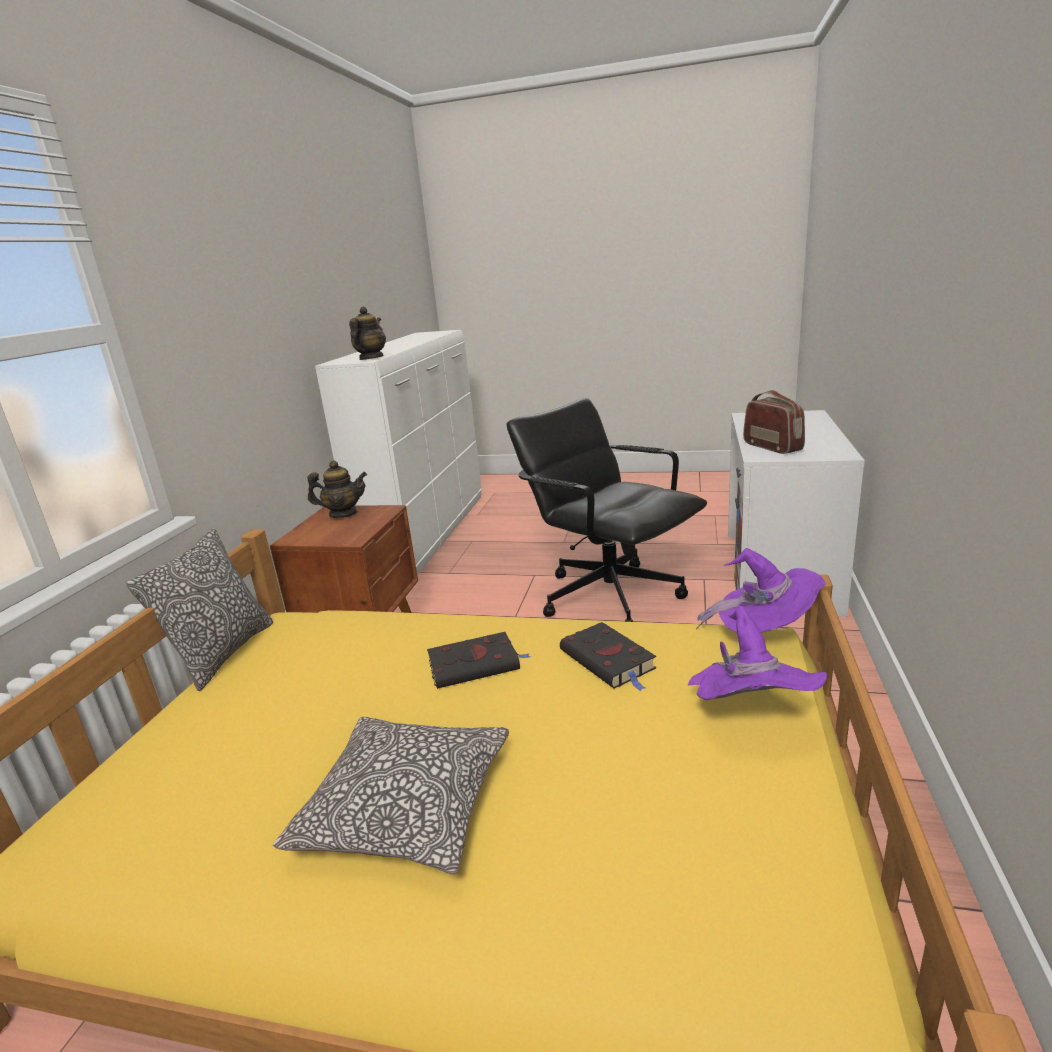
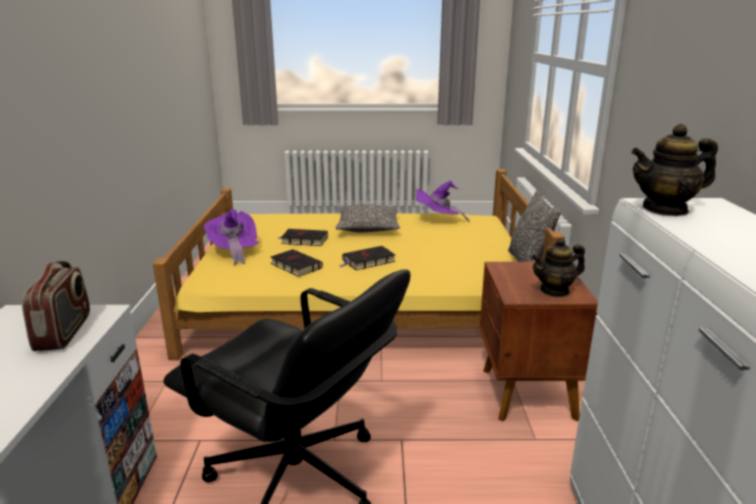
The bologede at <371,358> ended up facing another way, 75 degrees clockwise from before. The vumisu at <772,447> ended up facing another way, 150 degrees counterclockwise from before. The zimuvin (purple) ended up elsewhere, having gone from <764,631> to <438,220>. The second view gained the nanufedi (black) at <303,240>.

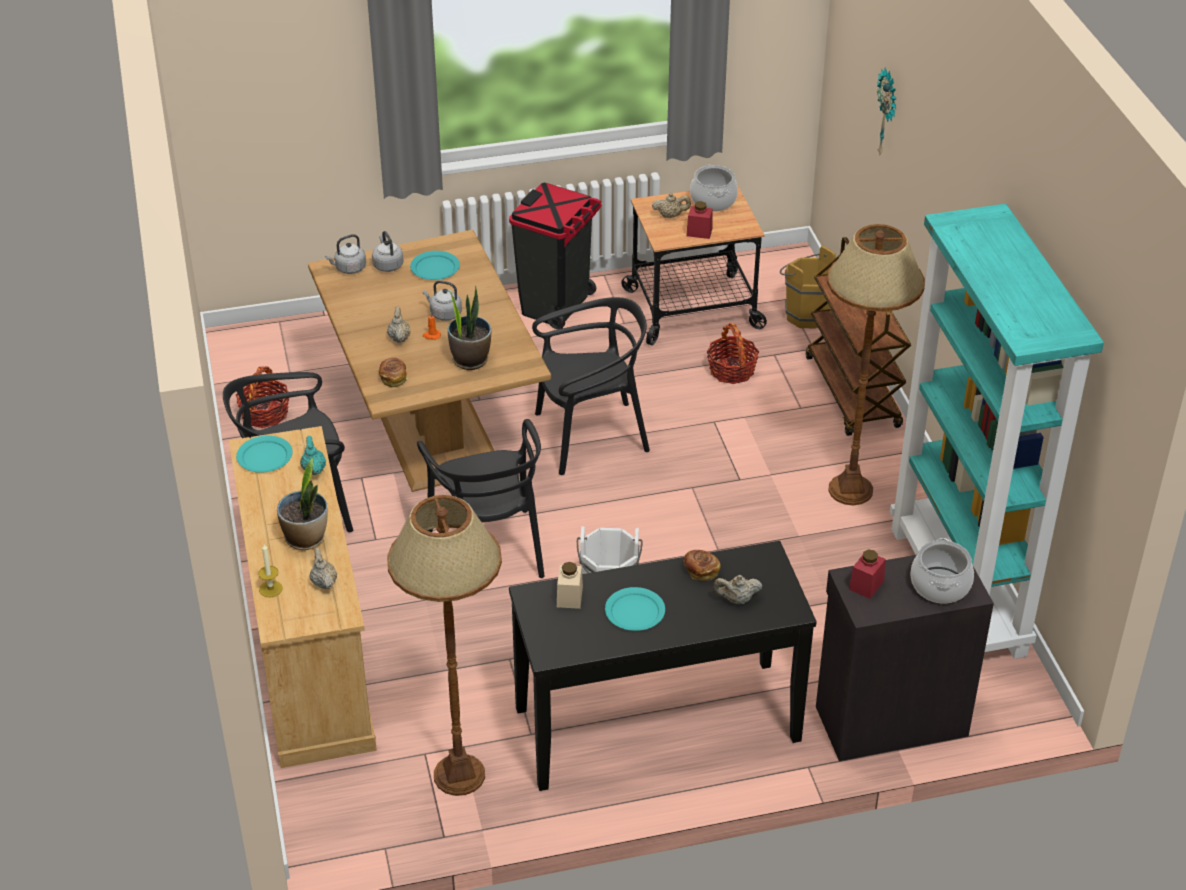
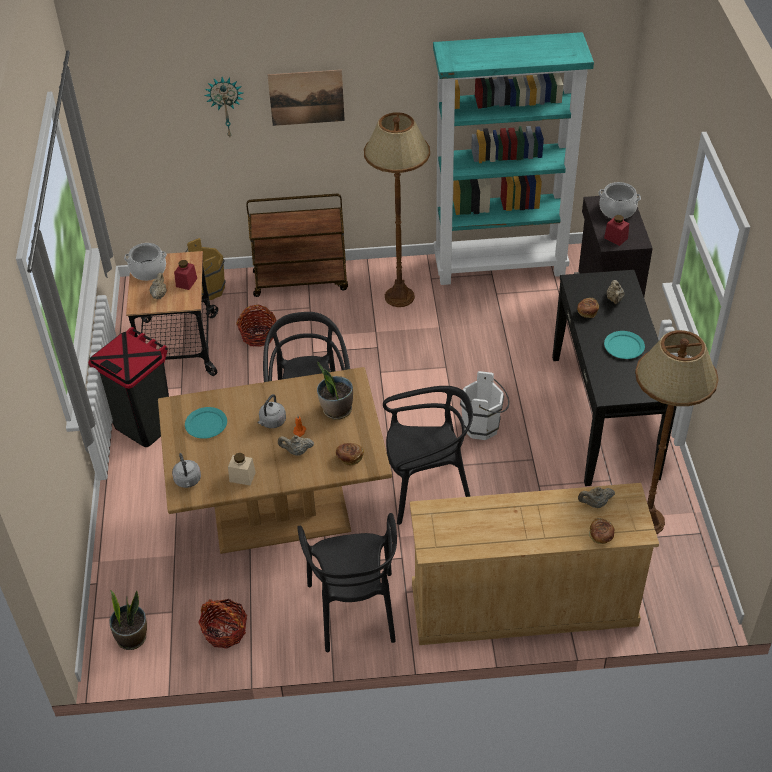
The second view lost the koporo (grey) at <387,265>. The second view lost the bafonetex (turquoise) at <264,457>. The second view lost the bologede (turquoise) at <313,469>. The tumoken ended up elsewhere, having gone from <306,538> to <132,637>. Where the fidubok stood at <270,589>, the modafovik came to stand at <601,536>. The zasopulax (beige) ended up elsewhere, having gone from <569,597> to <242,477>. The second view gained the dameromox at <306,97>.

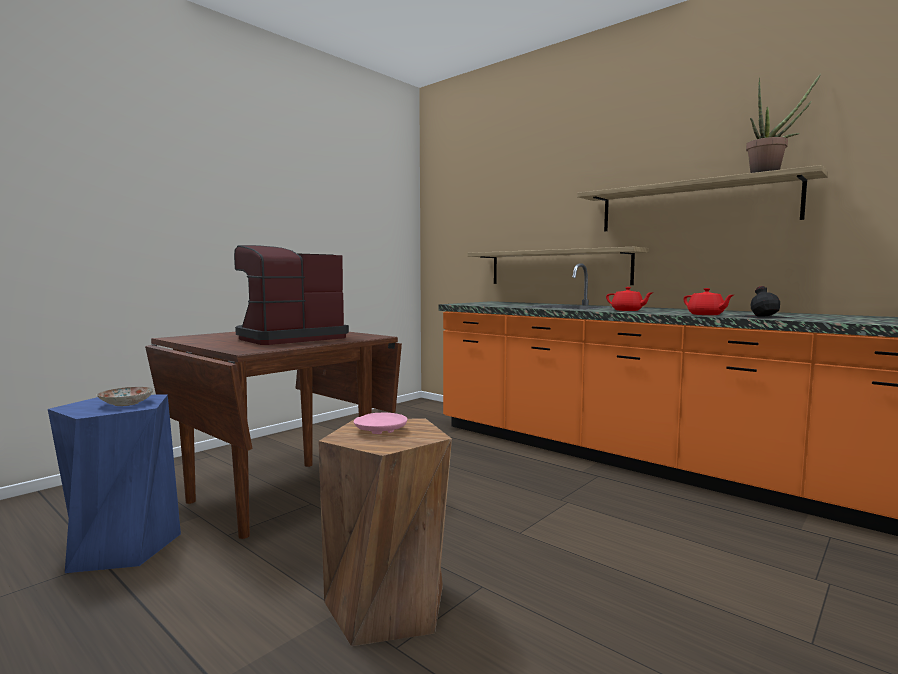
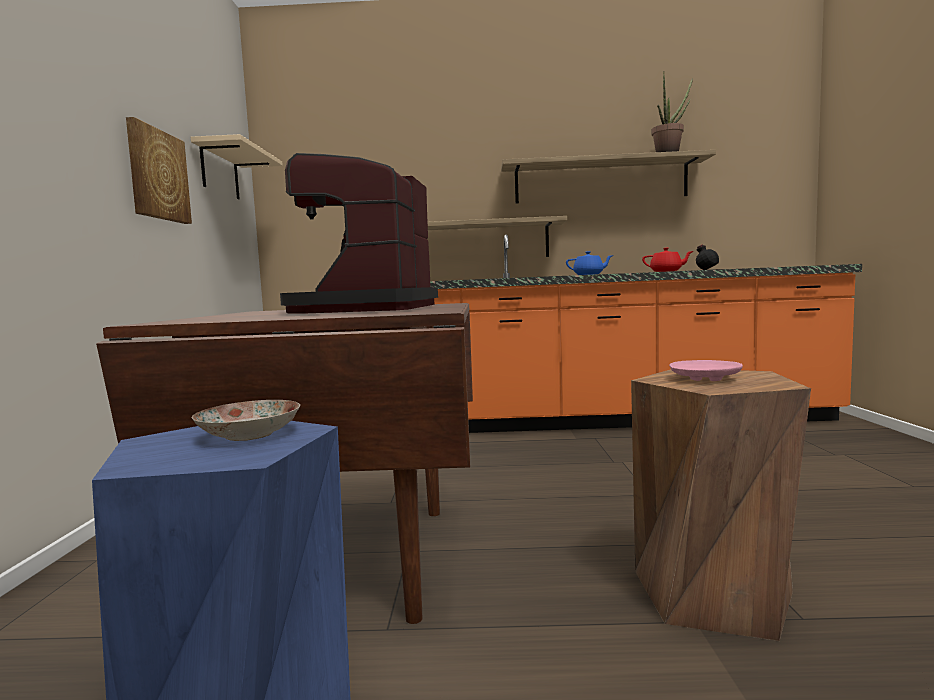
What was the bologede (red) at <627,310> turned into the bologede (blue) at <589,274>. The second view gained the dameromox at <157,175>. The second view gained the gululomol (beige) at <220,172>.

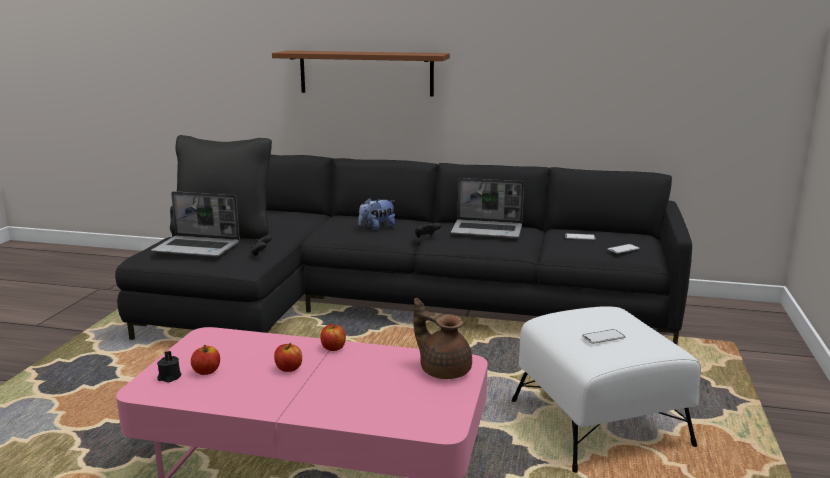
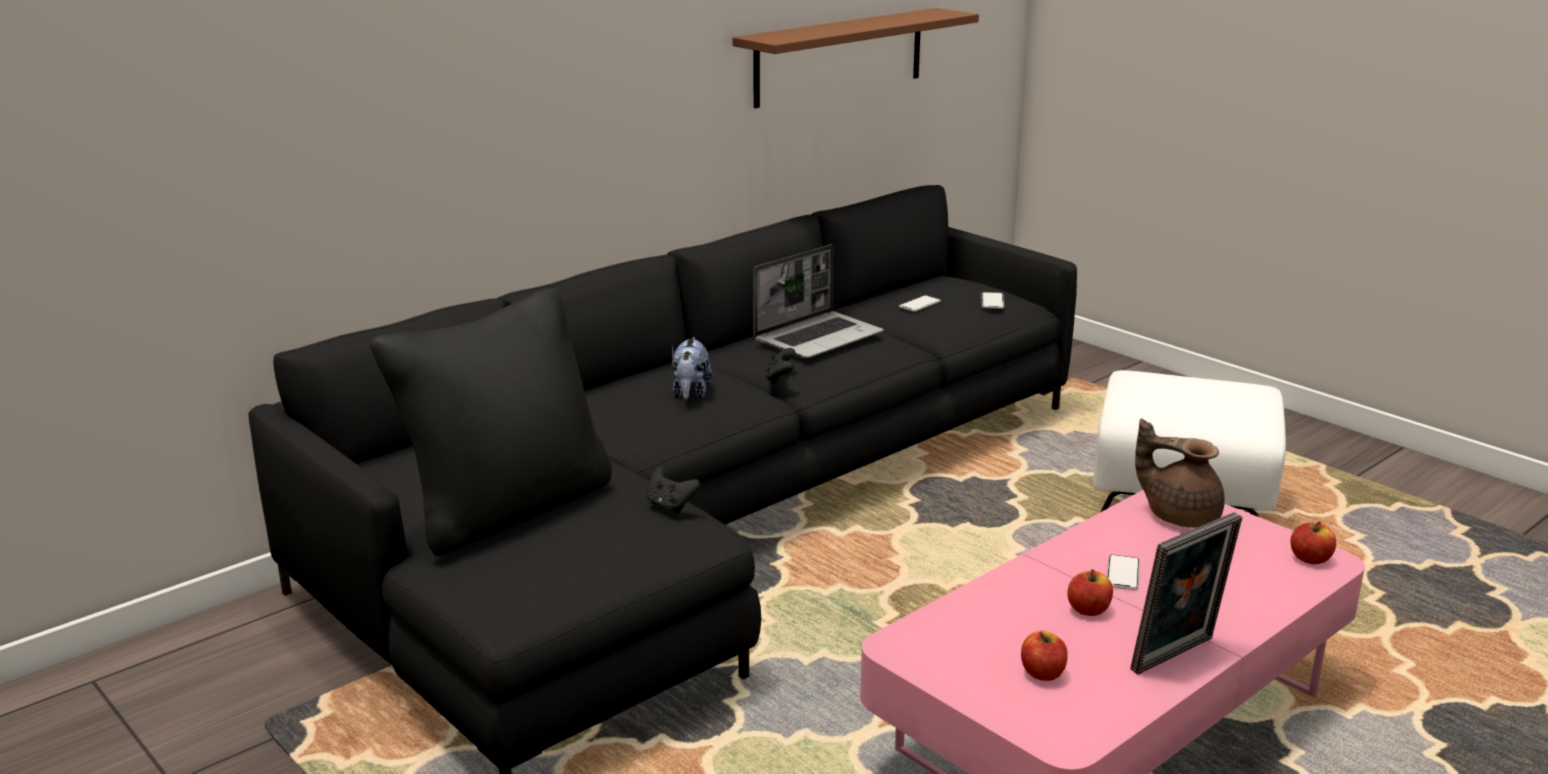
The gululomol (brown) ended up elsewhere, having gone from <366,73> to <840,57>. The second view lost the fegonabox at <198,248>. The bologede (brown) at <443,370> ended up facing another way, 45 degrees clockwise from before. The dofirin ended up elsewhere, having gone from <333,348> to <1310,559>. The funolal ended up elsewhere, having gone from <603,337> to <1123,573>. The second view lost the fidubok (black) at <169,377>. The second view gained the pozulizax at <1177,657>.

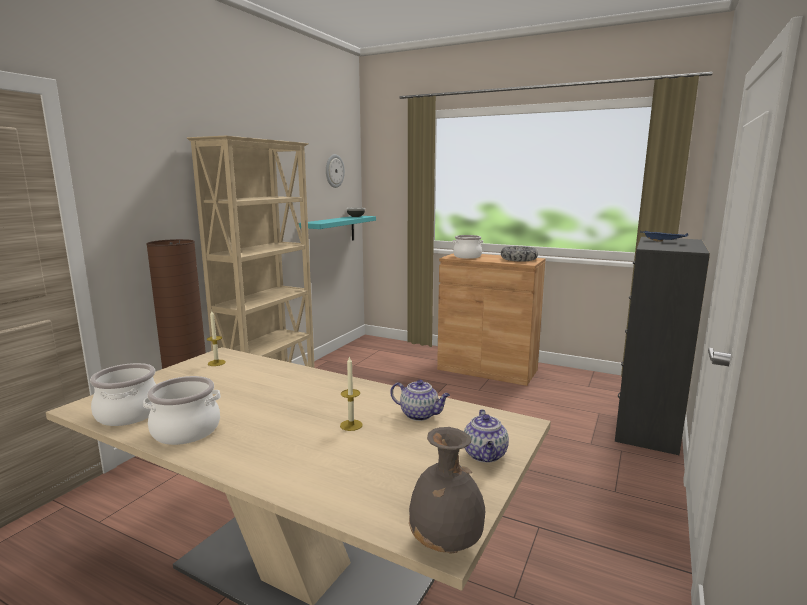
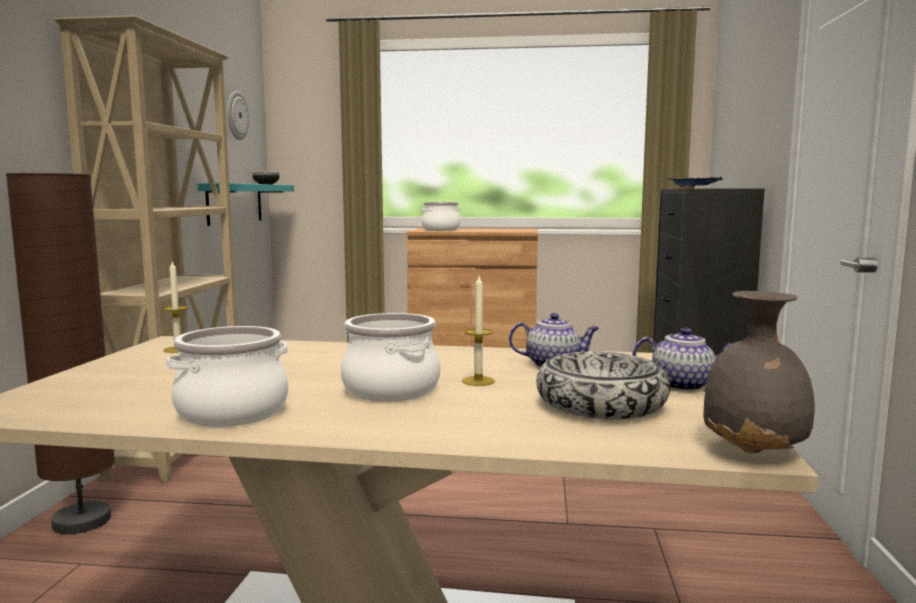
The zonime ended up elsewhere, having gone from <518,259> to <600,404>. The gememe ended up elsewhere, having gone from <128,414> to <390,390>. The bologede at <485,455> ended up facing another way, 60 degrees counterclockwise from before.

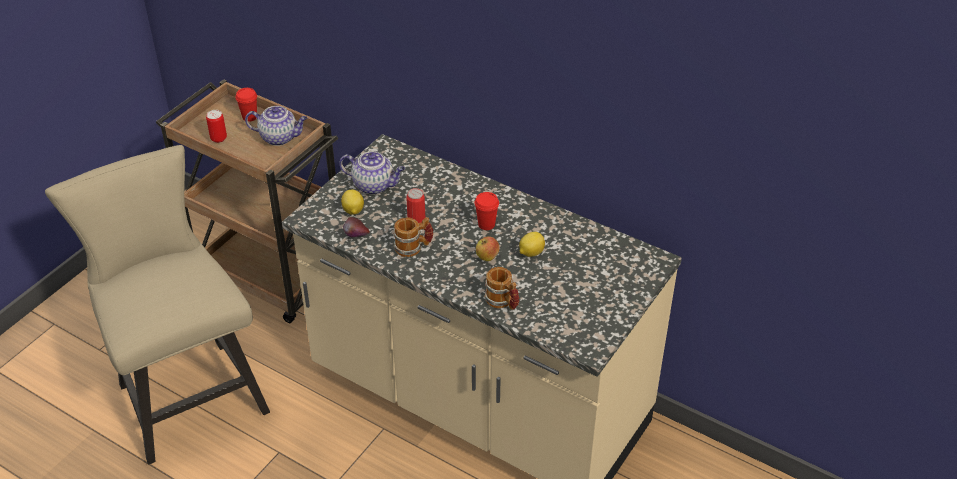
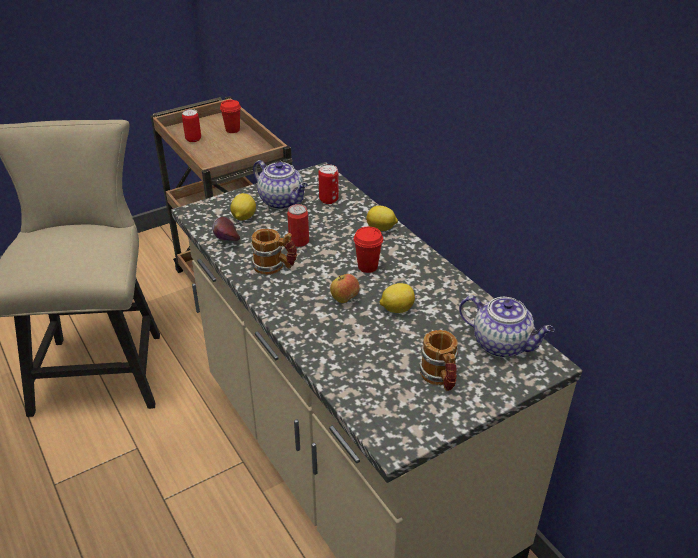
The bologede ended up elsewhere, having gone from <280,137> to <502,344>. The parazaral ended up elsewhere, having gone from <503,302> to <440,378>. The second view gained the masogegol at <328,200>. The second view gained the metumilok at <381,229>.

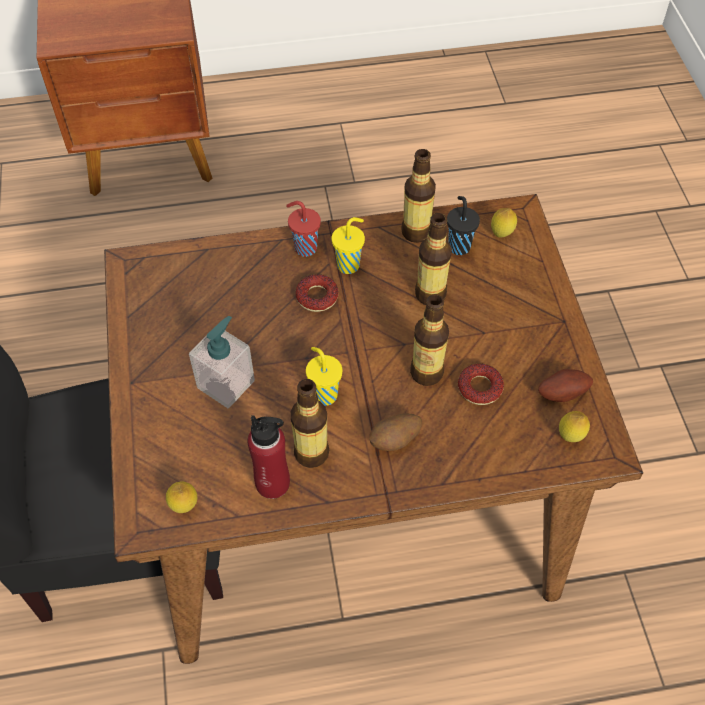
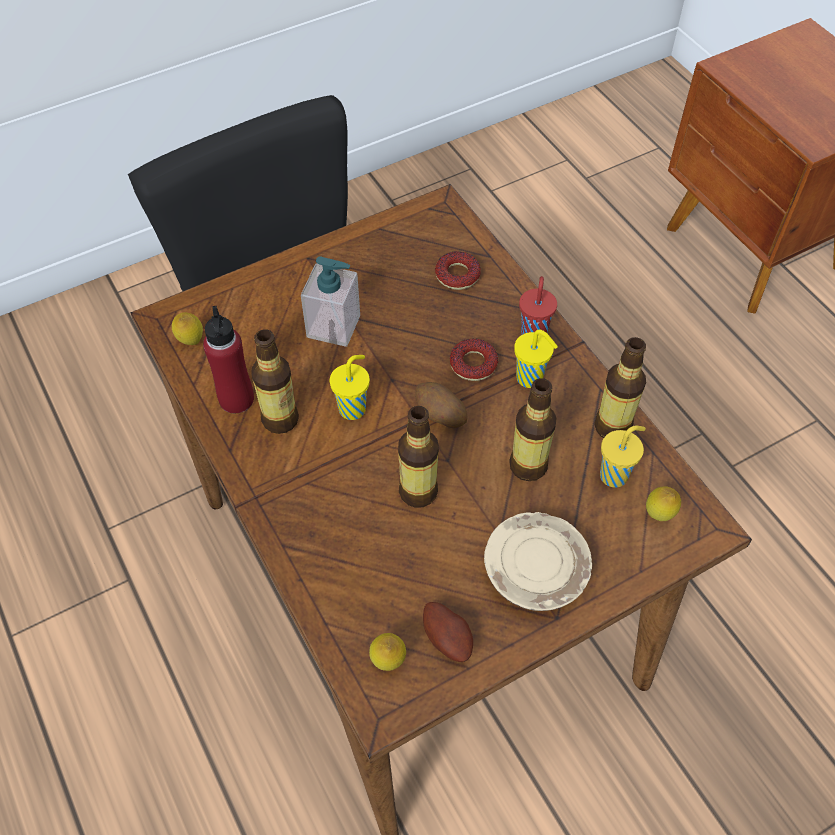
What was the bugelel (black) at <458,246> turned into the bugelel (yellow) at <615,475>. The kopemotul ended up elsewhere, having gone from <479,388> to <457,275>. The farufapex ended up elsewhere, having gone from <395,441> to <440,416>. The second view gained the bafonetex (beige) at <536,570>.

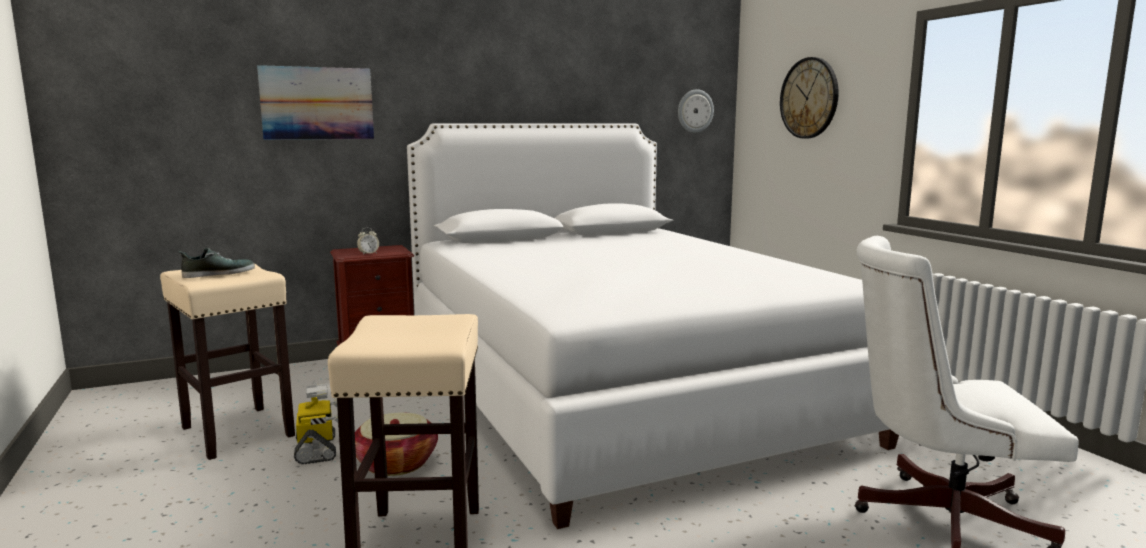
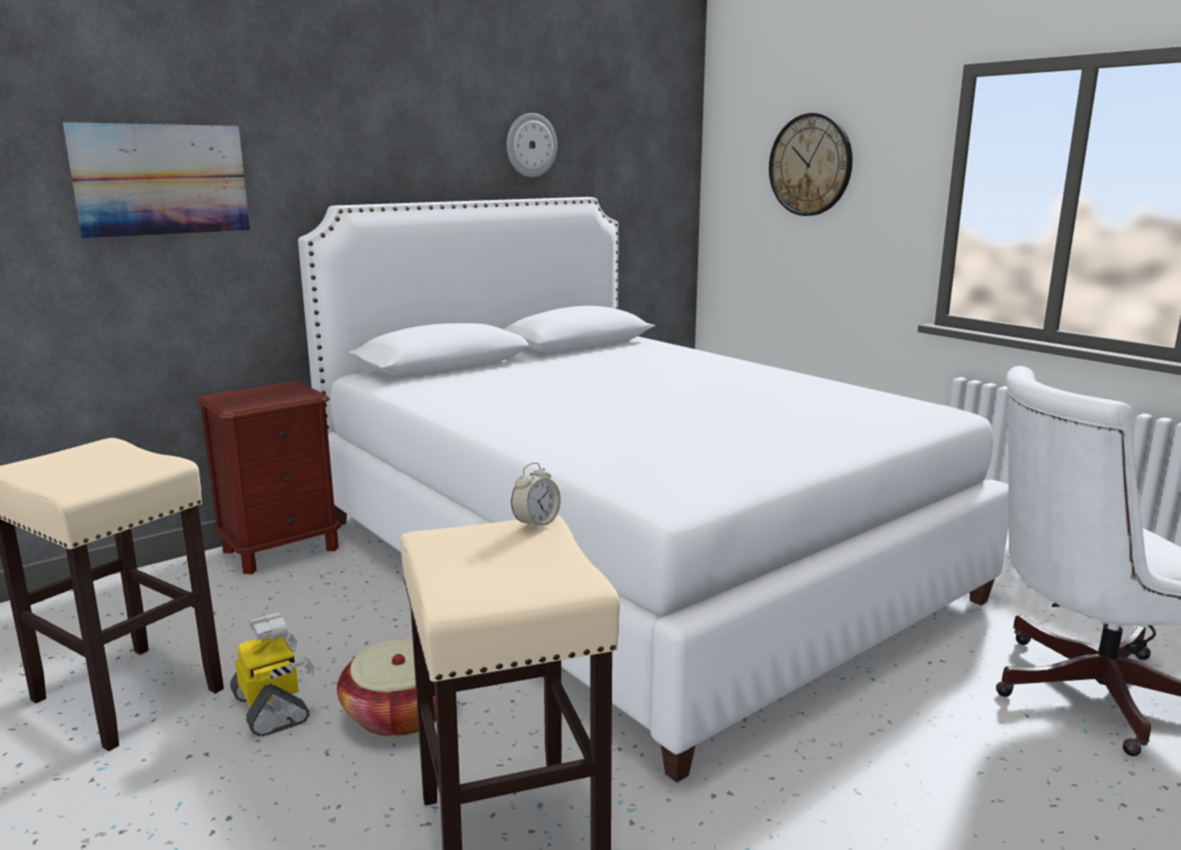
The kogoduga ended up elsewhere, having gone from <695,111> to <531,145>. The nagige ended up elsewhere, having gone from <368,253> to <536,523>. The second view lost the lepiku at <218,273>.

